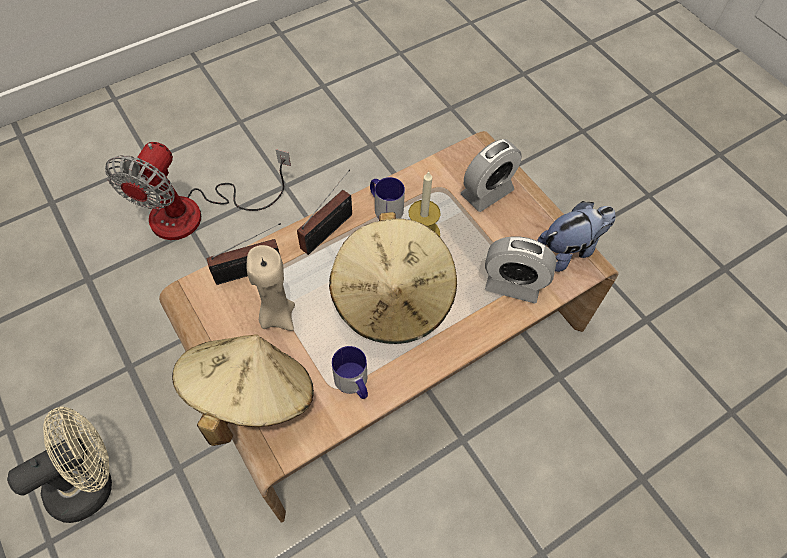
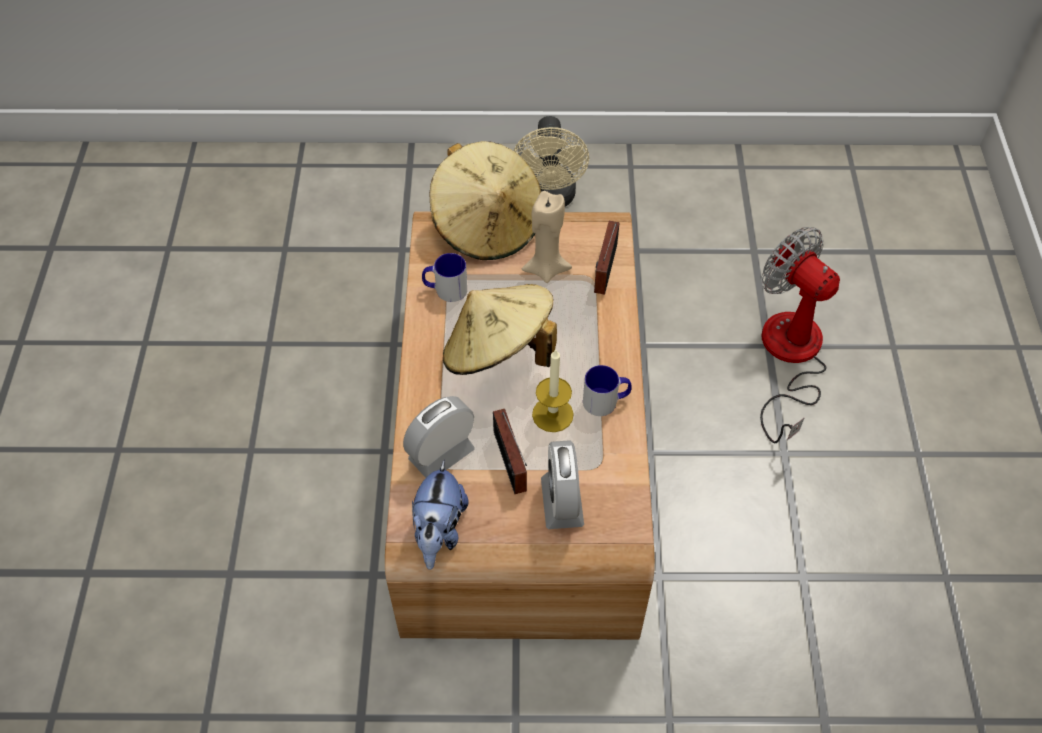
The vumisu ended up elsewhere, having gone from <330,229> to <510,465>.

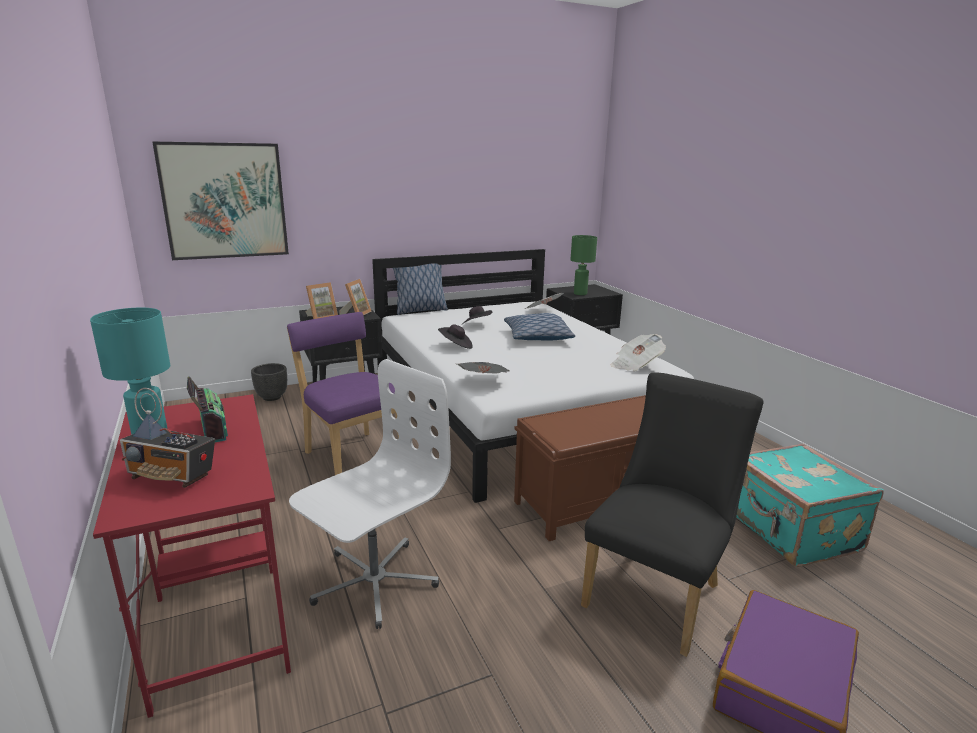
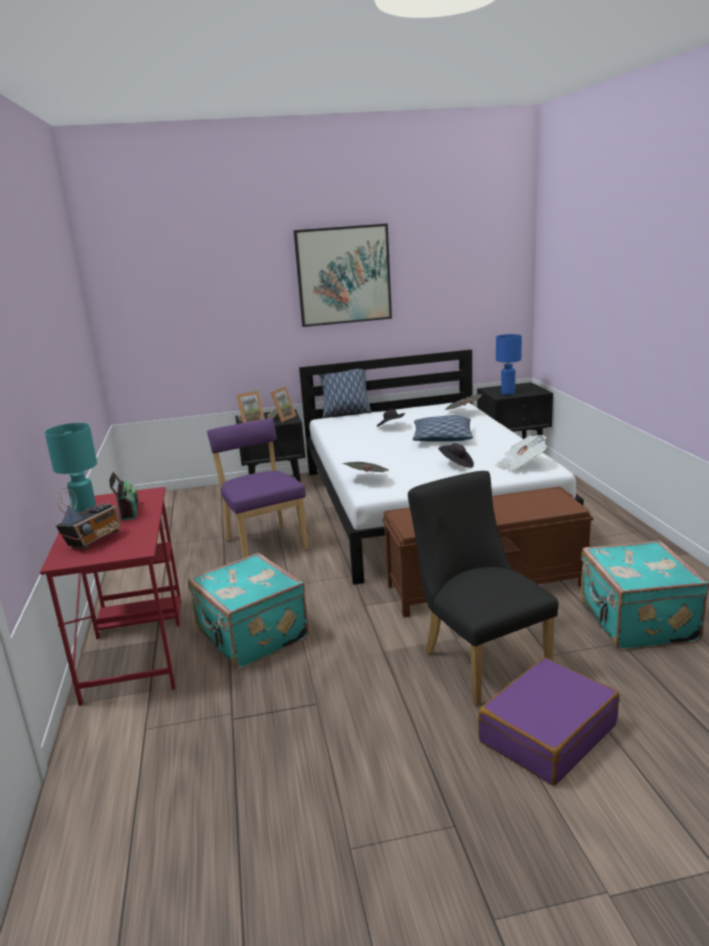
The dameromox ended up elsewhere, having gone from <224,201> to <343,275>. What was the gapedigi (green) at <580,293> turned into the gapedigi (blue) at <507,393>. The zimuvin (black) ended up elsewhere, having gone from <456,346> to <456,465>. Where the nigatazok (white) stood at <373,581>, the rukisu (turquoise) came to stand at <251,637>. The second view lost the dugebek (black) at <272,397>. The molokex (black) at <657,591> ended up facing another way, 75 degrees counterclockwise from before. The vumisu at <173,476> ended up facing another way, 90 degrees counterclockwise from before.

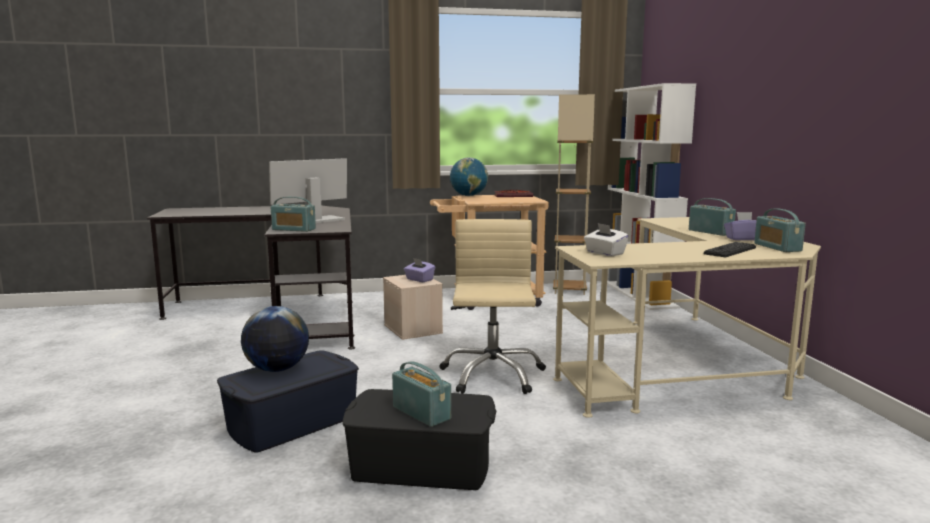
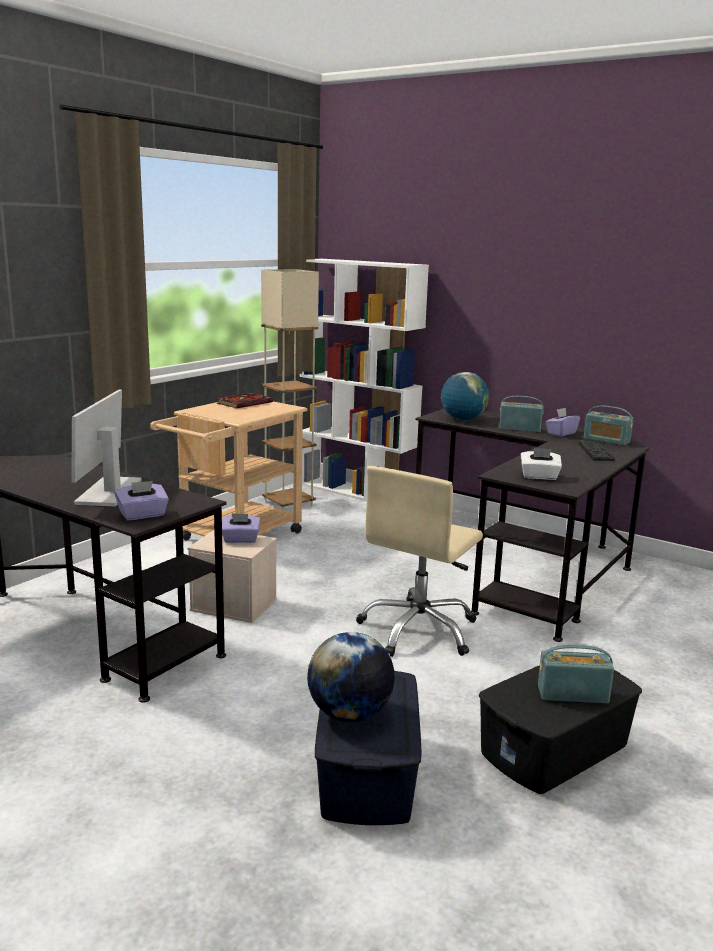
The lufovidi ended up elsewhere, having gone from <468,196> to <463,419>. Where the vumisu stood at <293,229>, the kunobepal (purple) came to stand at <142,515>. What was the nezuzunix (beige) at <689,365> turned into the nezuzunix (black) at <528,561>. The nigatazok (beige) at <492,375> ended up facing another way, 105 degrees counterclockwise from before.

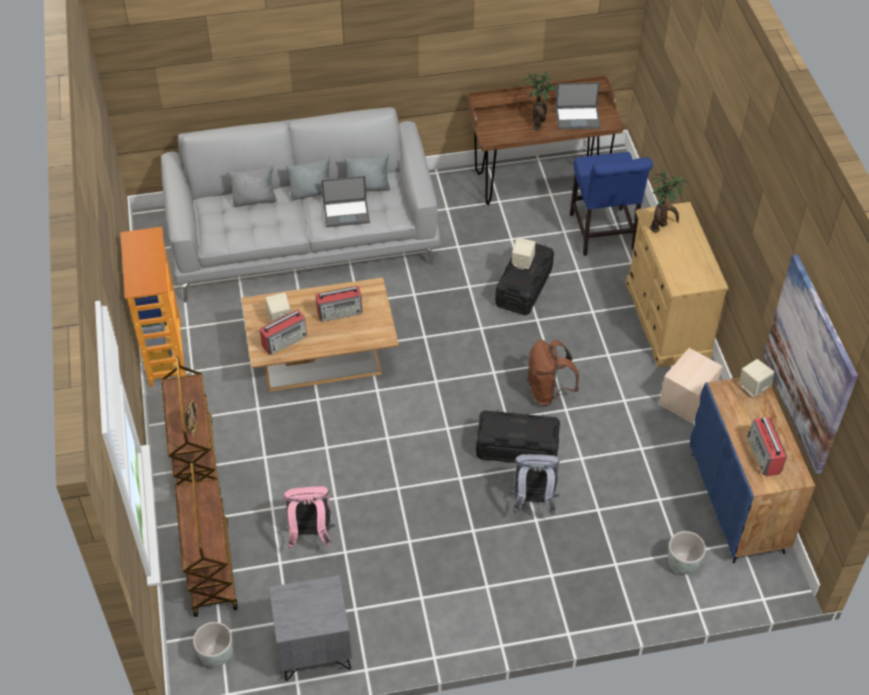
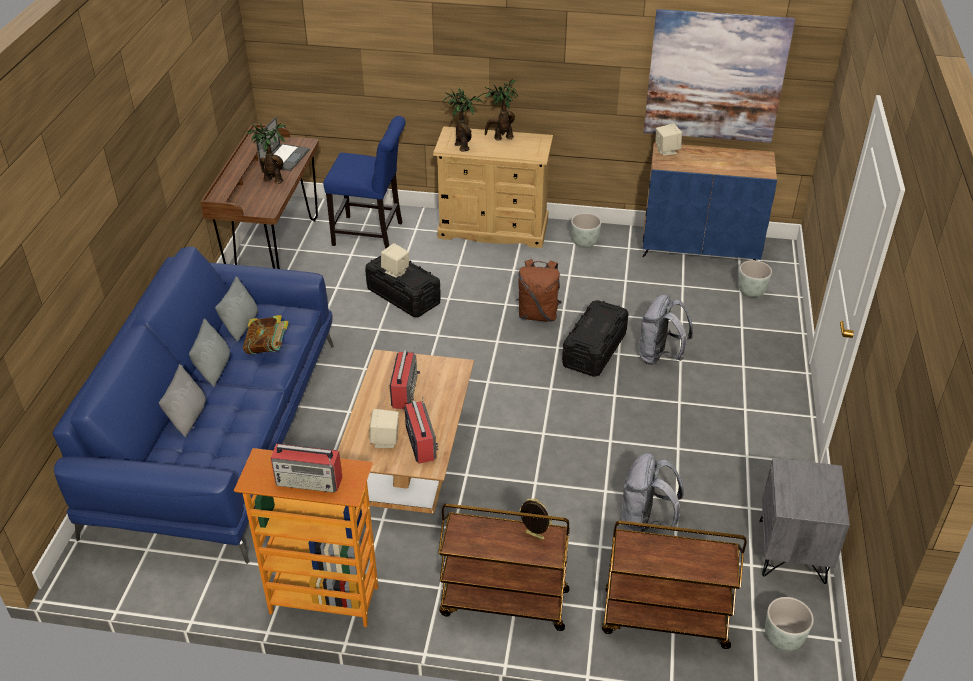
What was the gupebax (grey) at <304,236> turned into the gupebax (blue) at <219,432>. Where the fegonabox stood at <347,212>, the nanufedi came to stand at <268,348>. Where the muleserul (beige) stood at <687,400>, the dugebek (grey) came to stand at <585,243>. The vumisu ended up elsewhere, having gone from <764,455> to <309,481>. What was the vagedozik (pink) at <310,535> turned into the vagedozik (grey) at <646,522>. The second view gained the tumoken at <500,137>.

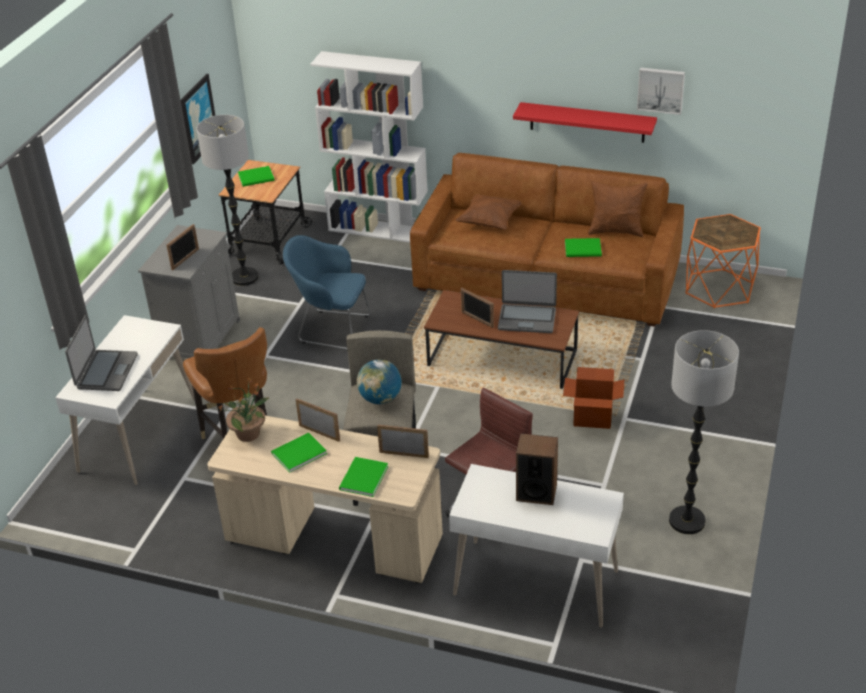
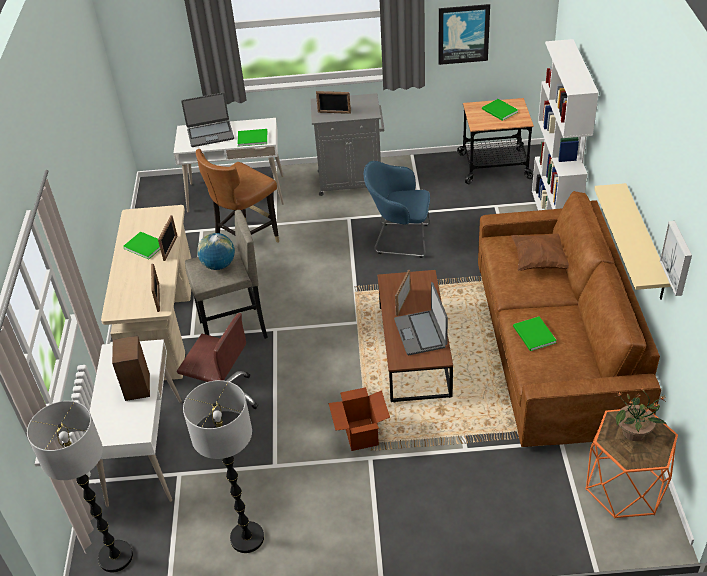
What was the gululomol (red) at <587,122> turned into the gululomol (beige) at <644,242>. The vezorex ended up elsewhere, having gone from <244,277> to <115,557>. The second view lost the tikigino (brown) at <616,231>. The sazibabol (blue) at <331,329> ended up facing another way, 75 degrees counterclockwise from before. The tumoken ended up elsewhere, having gone from <249,433> to <634,432>. The nanufedi (green) ended up elsewhere, having gone from <362,479> to <251,138>.

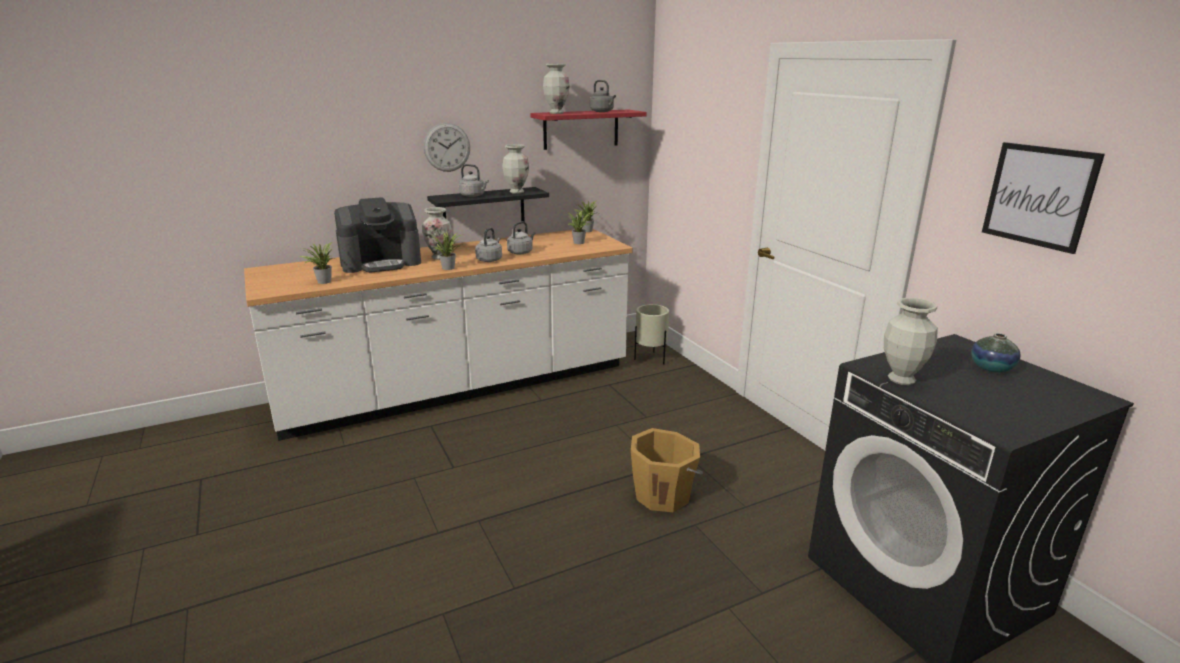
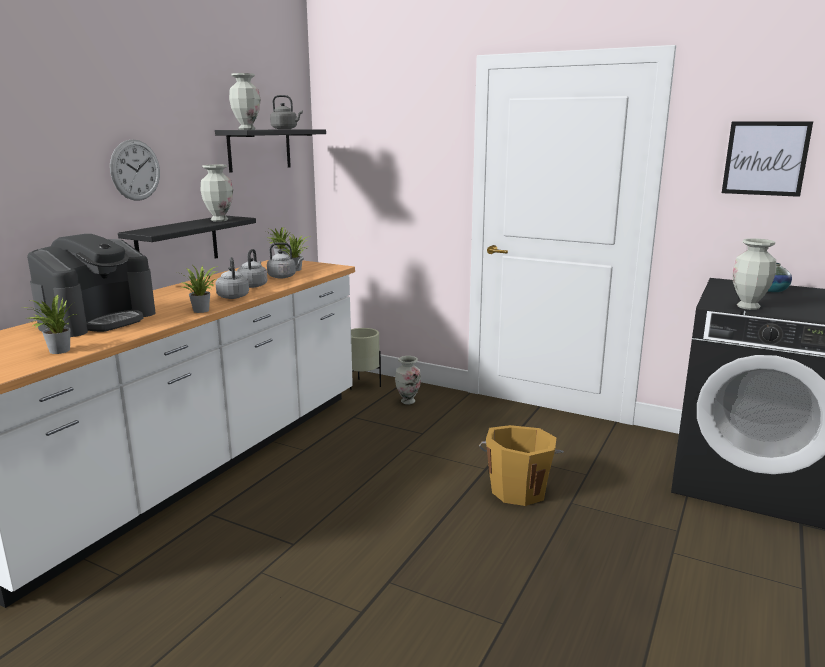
What was the gululomol (red) at <581,129> turned into the gululomol (black) at <259,149>. The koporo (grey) ended up elsewhere, having gone from <473,196> to <283,276>. The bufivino ended up elsewhere, having gone from <439,257> to <408,401>.

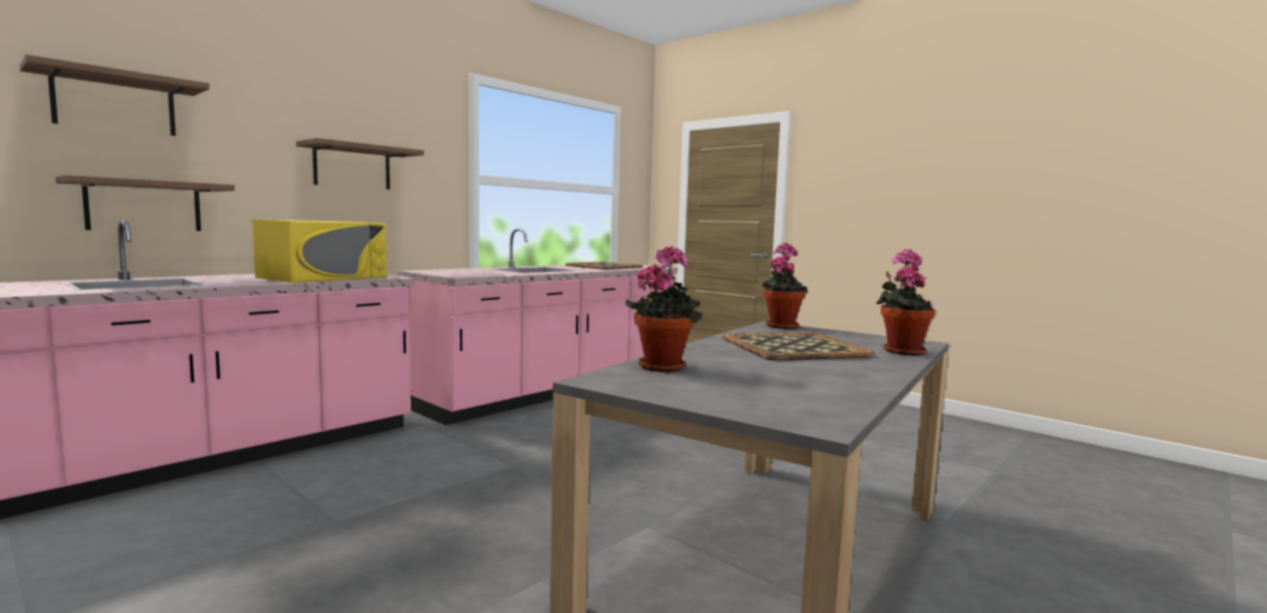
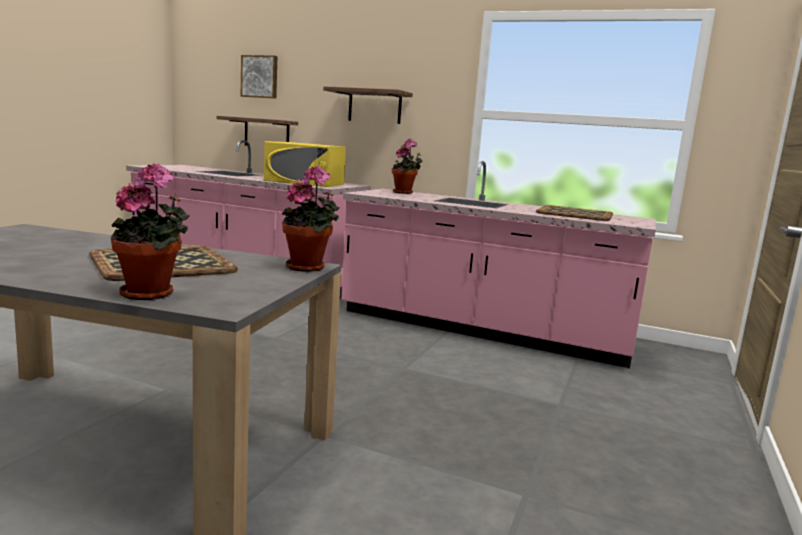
Where the gululomol hung at <115,104>, the dameromox came to hang at <260,76>. The tumoken ended up elsewhere, having gone from <664,366> to <404,193>.

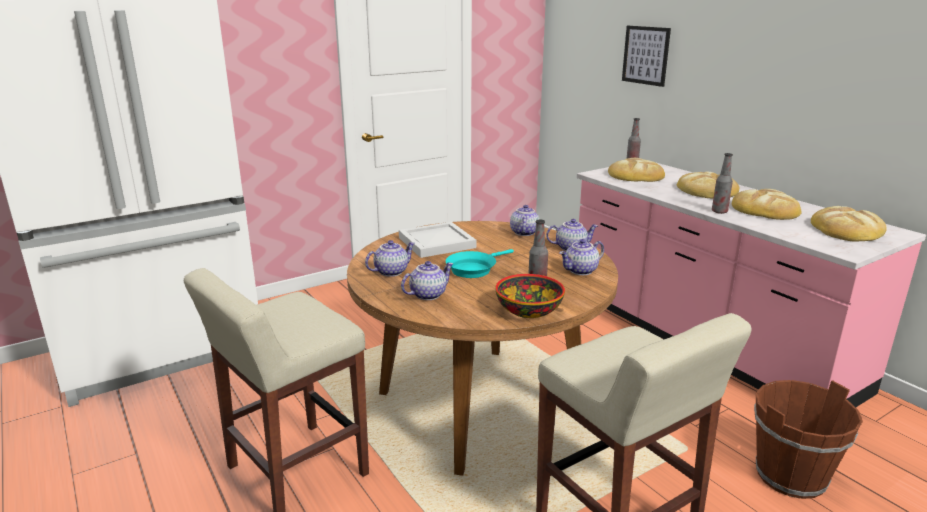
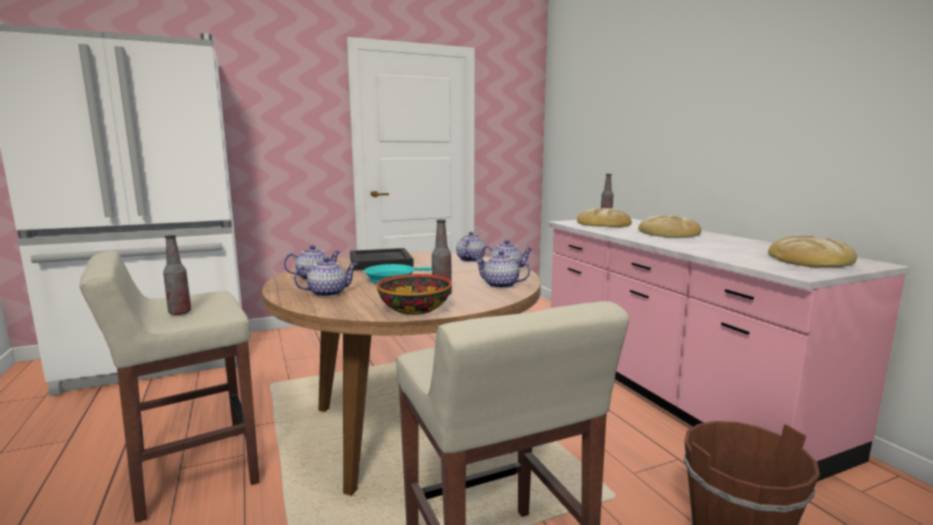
The second view lost the dameromox at <645,55>. The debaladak ended up elsewhere, having gone from <719,211> to <180,312>. The second view lost the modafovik at <765,210>. What was the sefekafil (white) at <435,242> turned into the sefekafil (black) at <379,262>. The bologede at <581,271> ended up facing another way, 45 degrees clockwise from before.

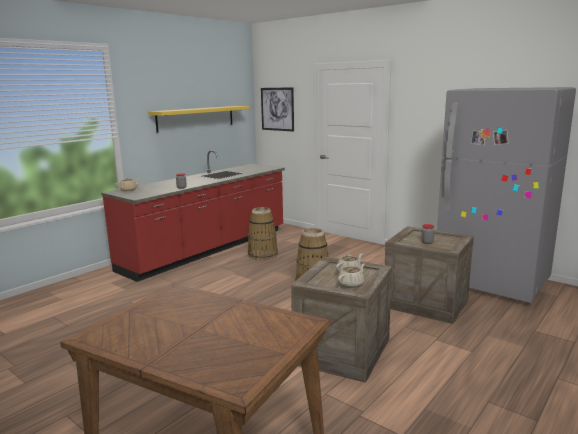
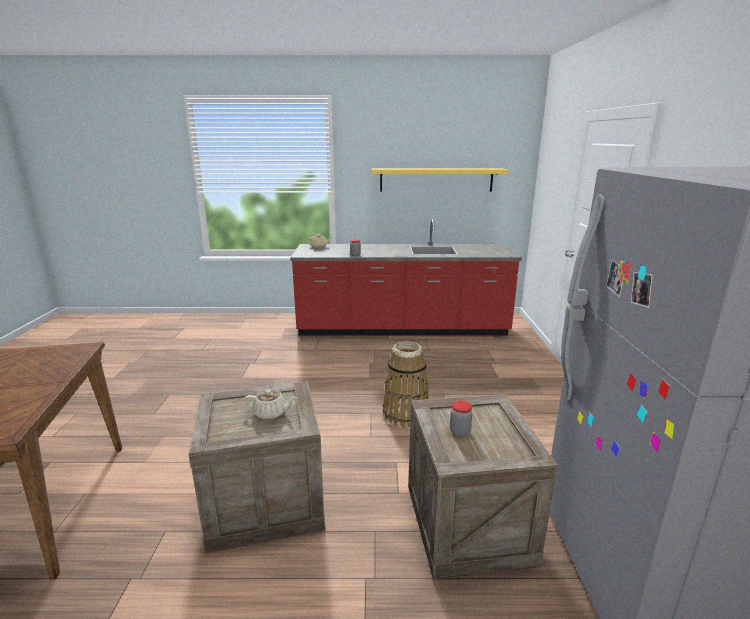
The second view lost the dameromox at <277,109>. The second view lost the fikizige at <262,255>. The second view lost the bologede (beige) at <351,284>.

